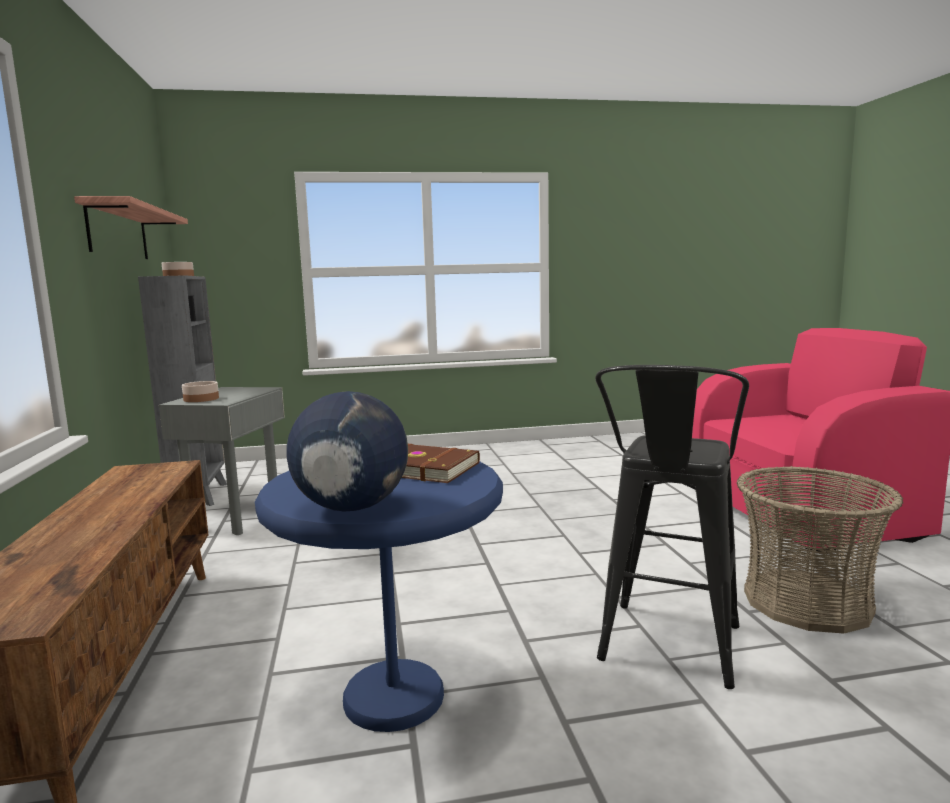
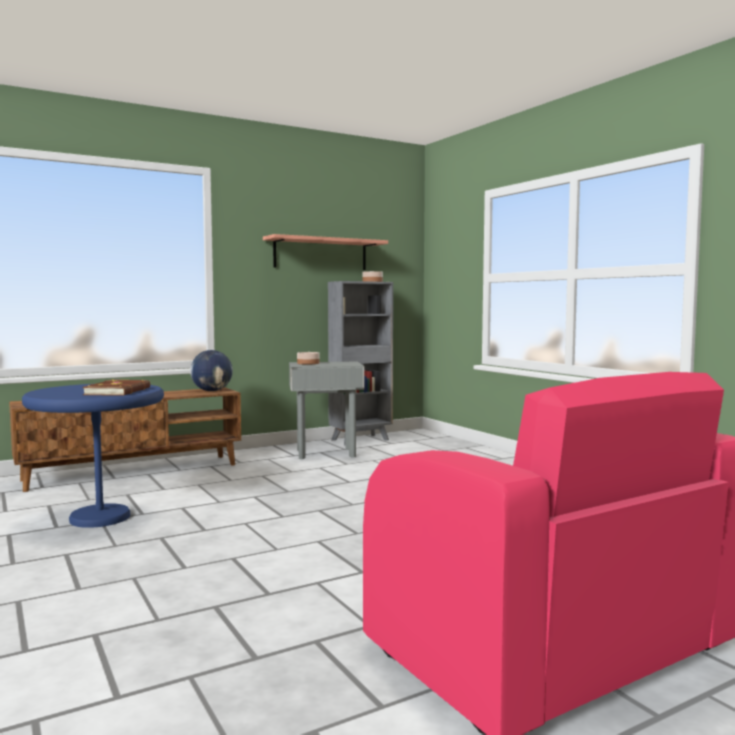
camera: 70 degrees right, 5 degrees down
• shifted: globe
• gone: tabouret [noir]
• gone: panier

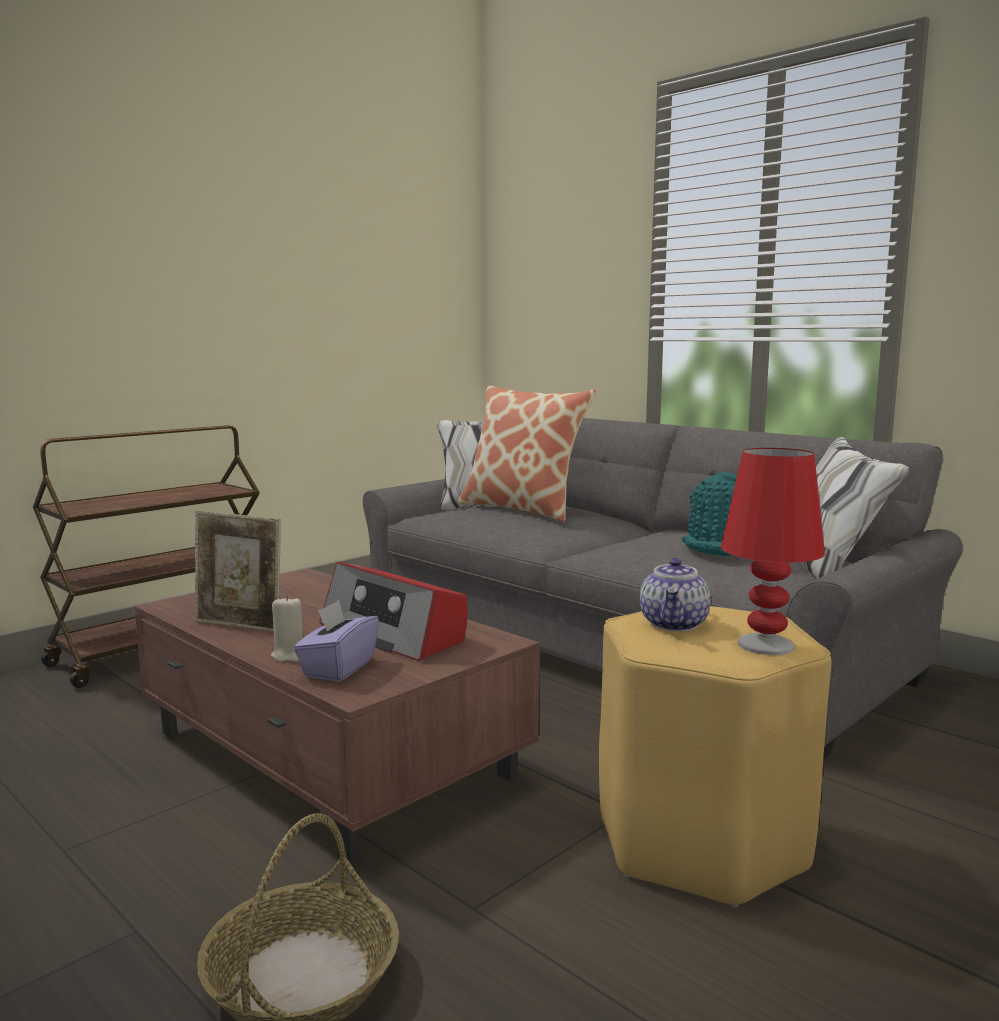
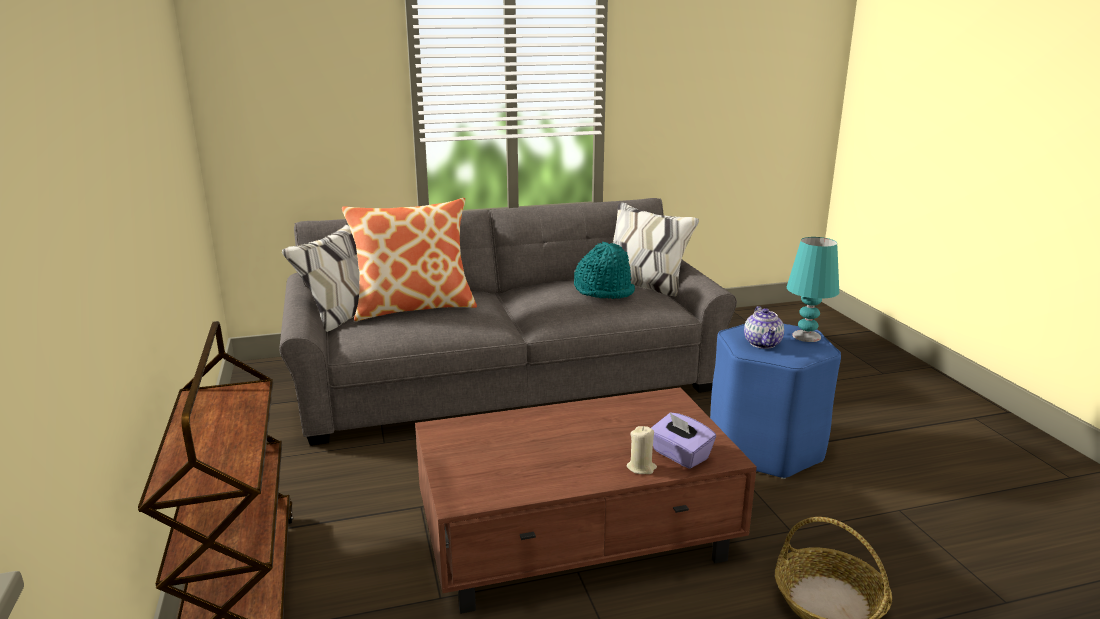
camera: 60 degrees left, 10 degrees up
• repainted: tabouret [jaune] to tabouret [bleu]
• rotated: théière 45 degrees clockwise
• repainted: lampe de table [rouge] to lampe de table [turquoise]
• gone: cadre photo
• gone: radio

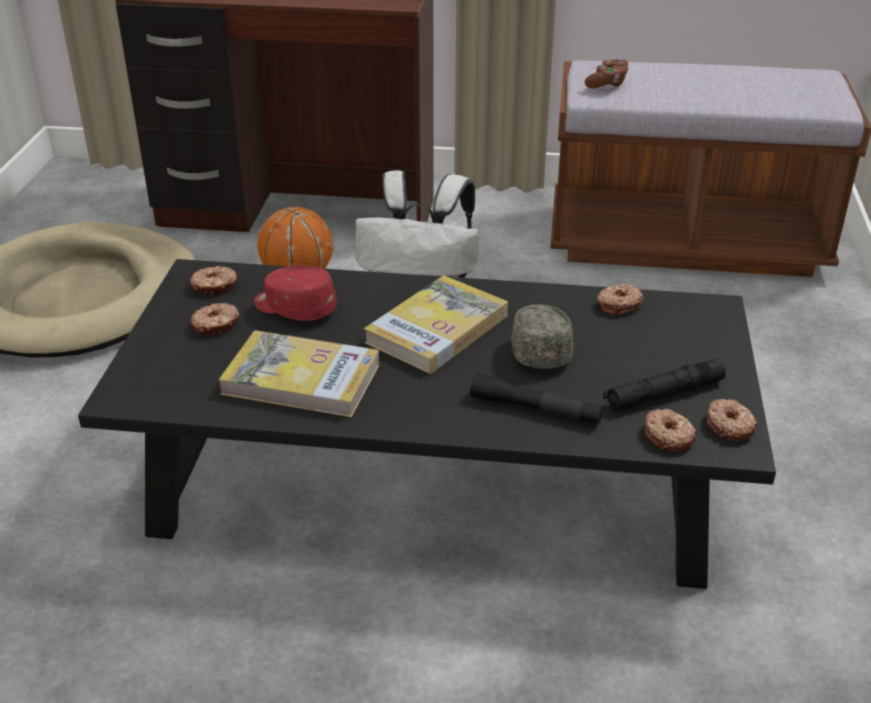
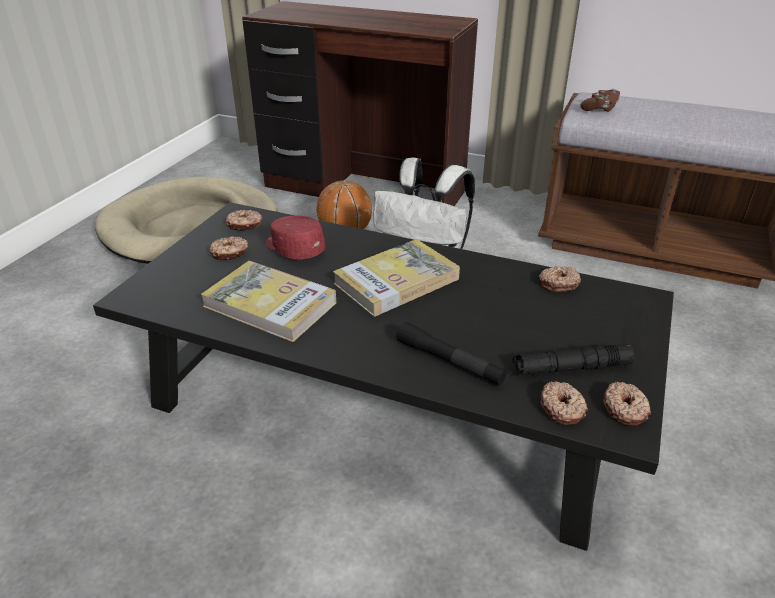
camera: 15 degrees right, 0 degrees up
• gone: casquette [gris]

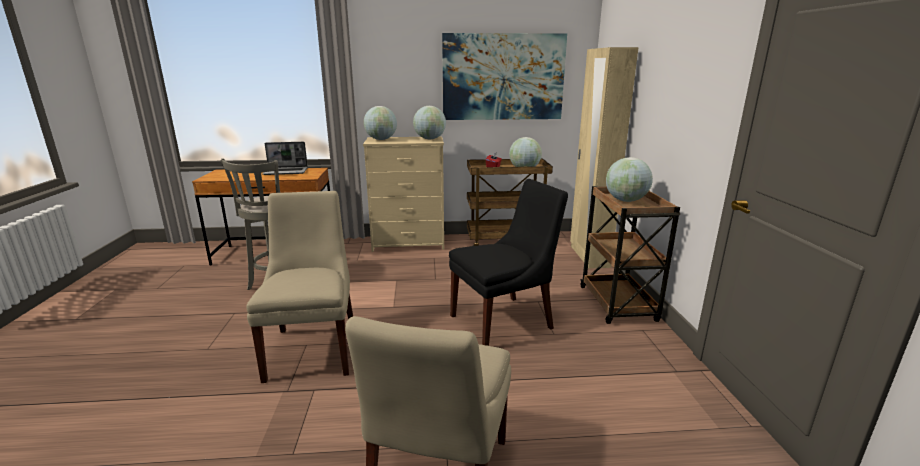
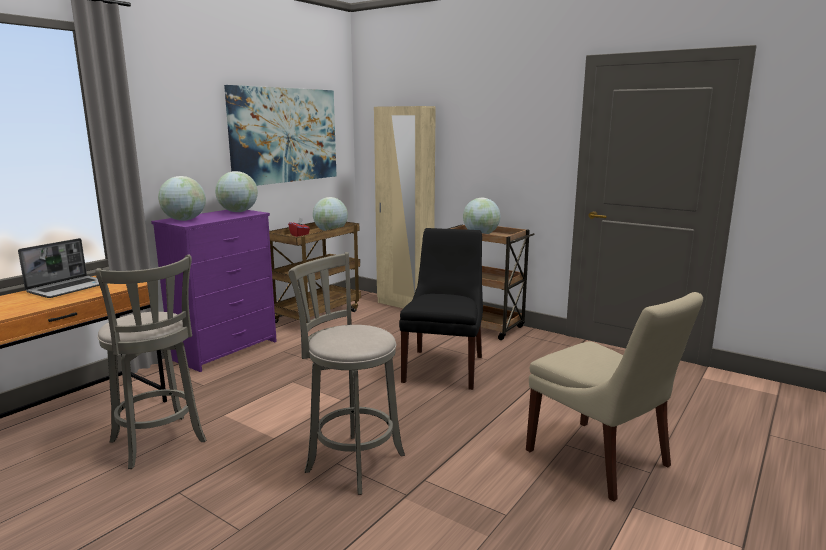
camera: 50 degrees left, 5 degrees down
• repainted: commode [beige] to commode [violet]
• swapped: chaise [beige] (no. 1 from left) to tabouret [gris] (no. 2 from left)

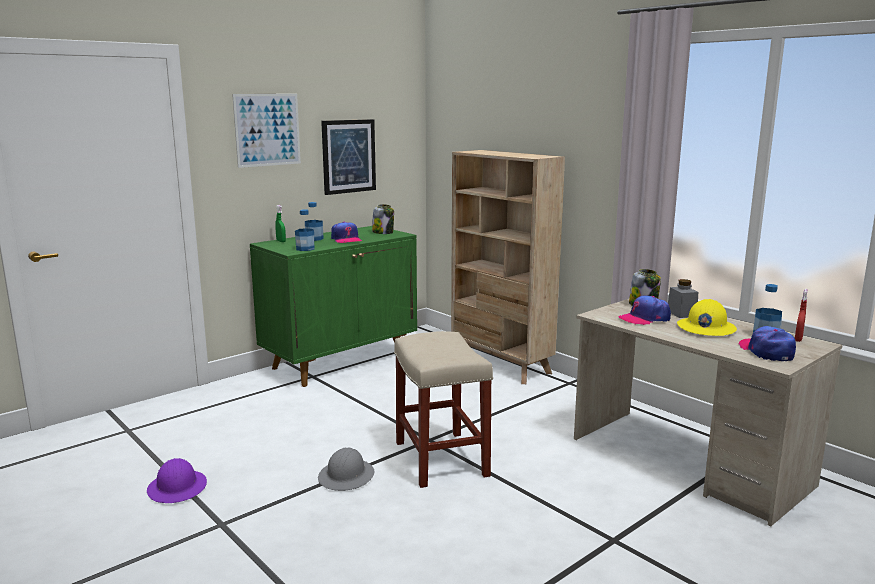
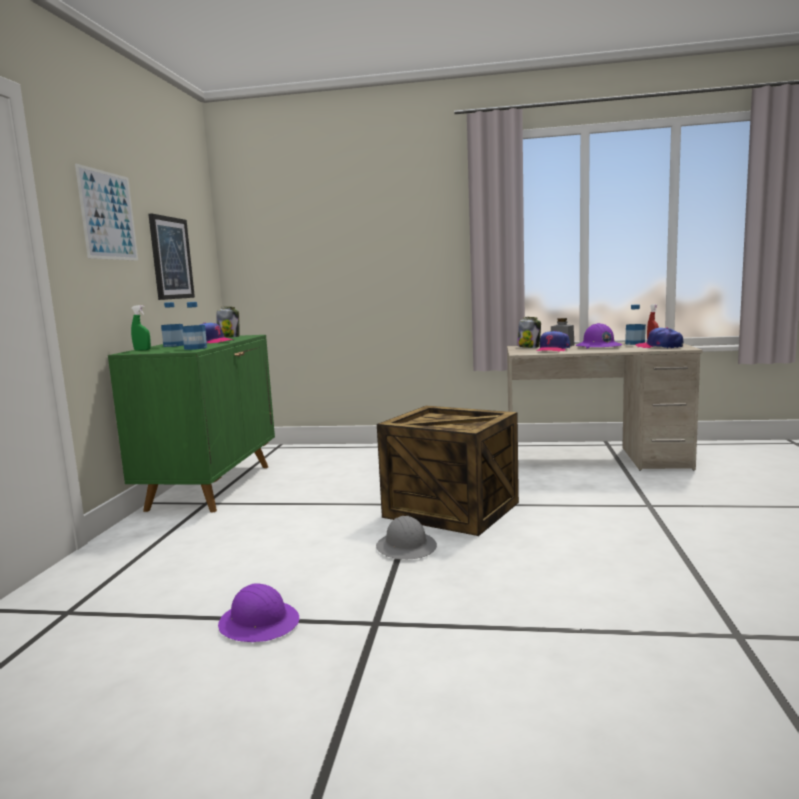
camera: 40 degrees left, 5 degrees down
• swapped: tabouret [beige] to caisse
• repainted: casque de chantier [jaune] to casque de chantier [violet] (no. 2 from left)
• gone: bibliothèque [beige]

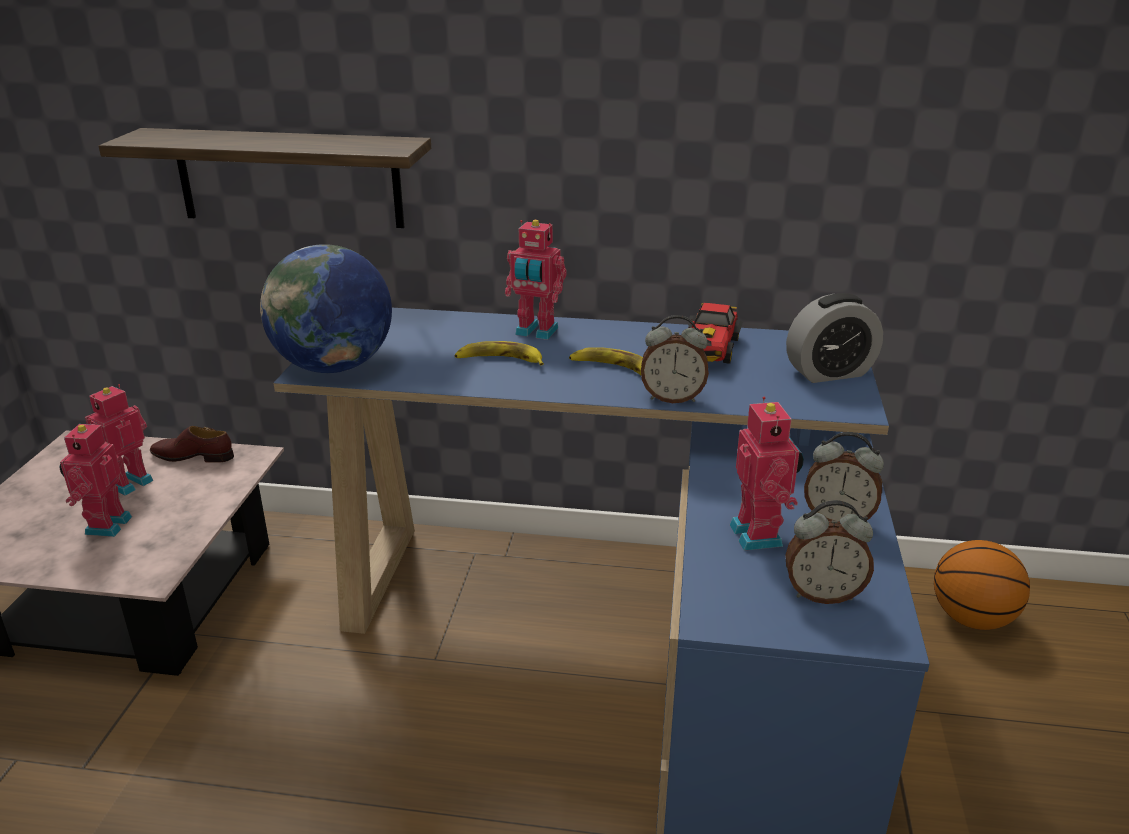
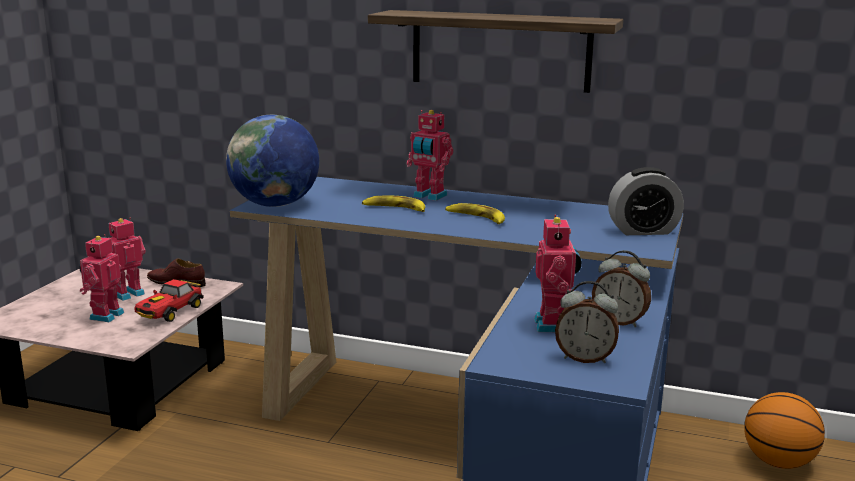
camera: 10 degrees right, 10 degrees down
• shifted: petite voiture
• shifted: étagère
• gone: réveil (no. 1 from left)

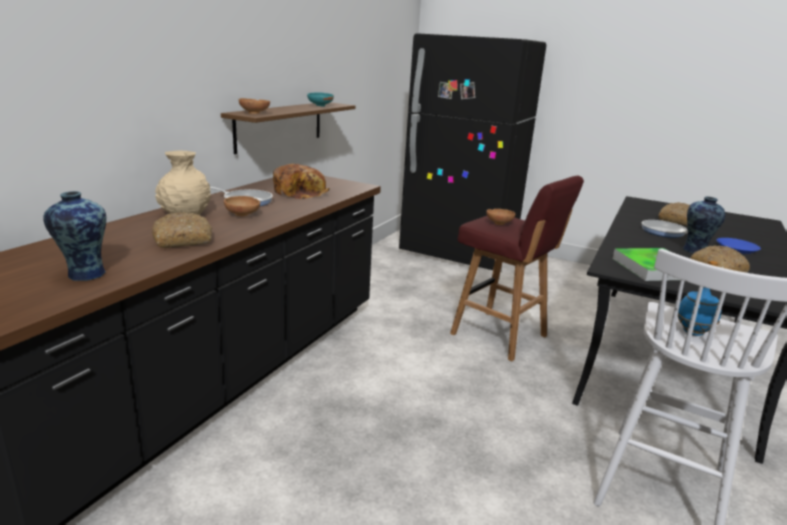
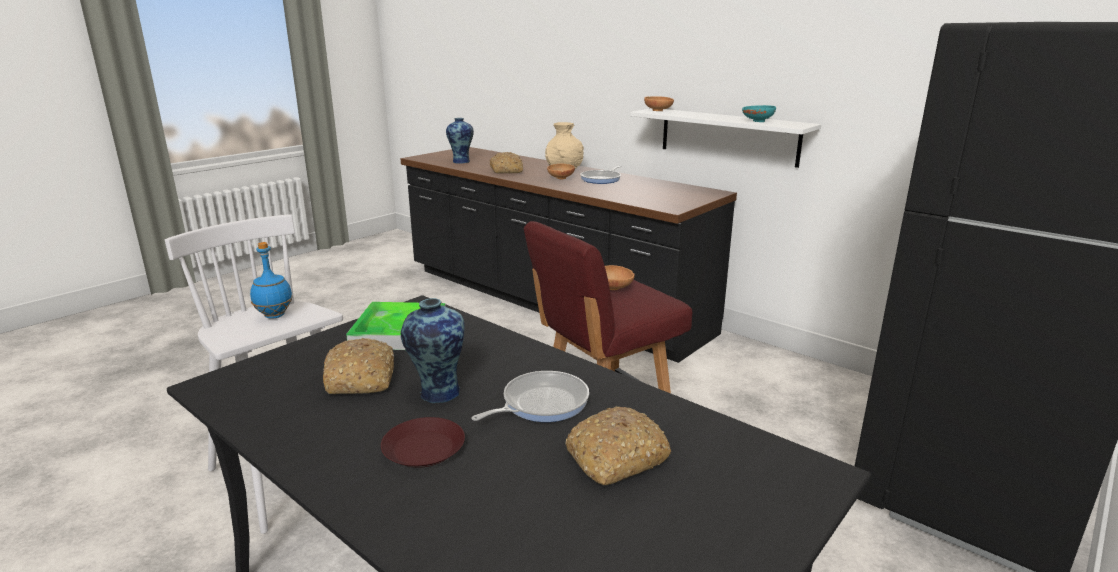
camera: 105 degrees right, 0 degrees up
• repainted: assiette [bleu] to assiette [marron]
• repainted: étagère [marron] to étagère [blanc]
• gone: pain (no. 2 from left)

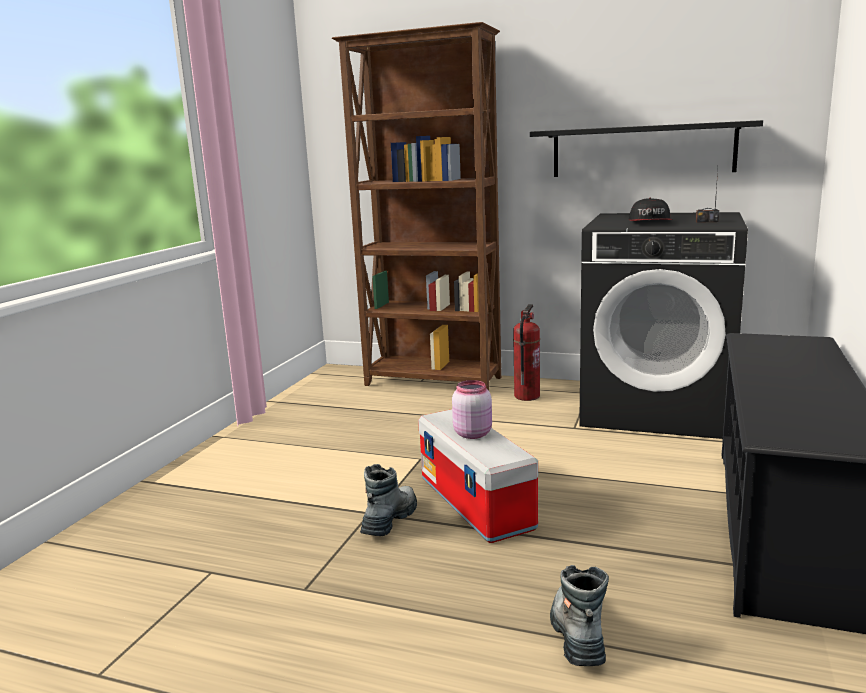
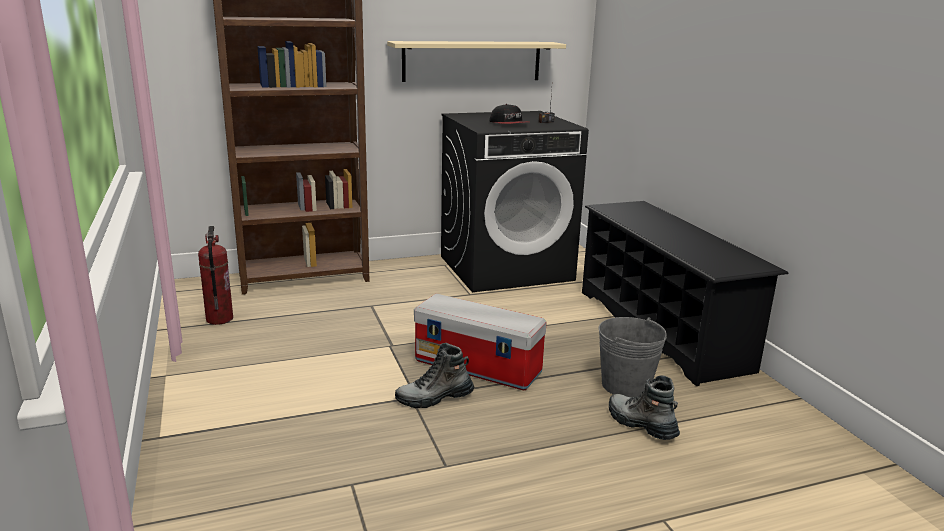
camera: 40 degrees left, 5 degrees up
• shifted: extincteur
• repainted: étagère [noir] to étagère [beige]
• rotated: botte (no. 1 from left) 90 degrees counterclockwise
• new: seau [gris]
• gone: bocal [rose]

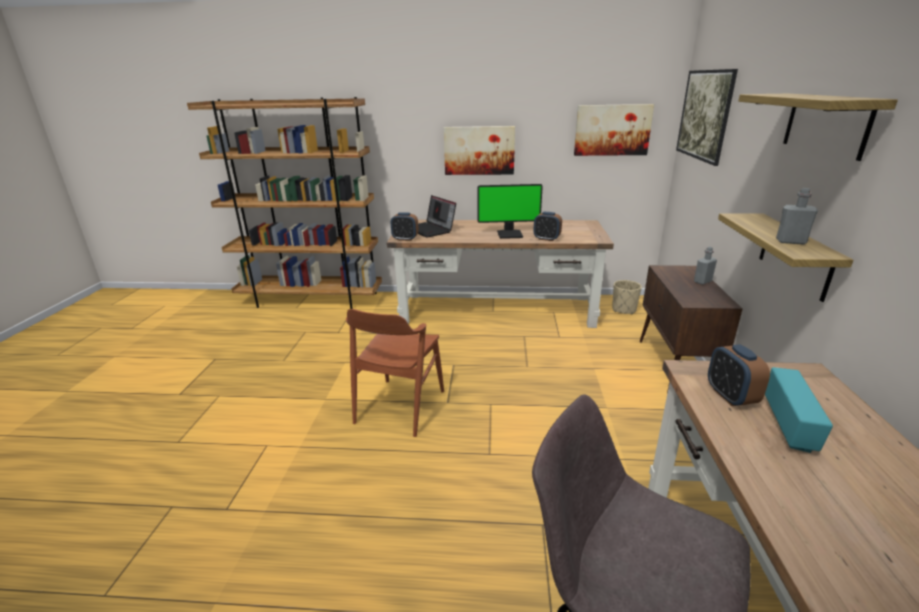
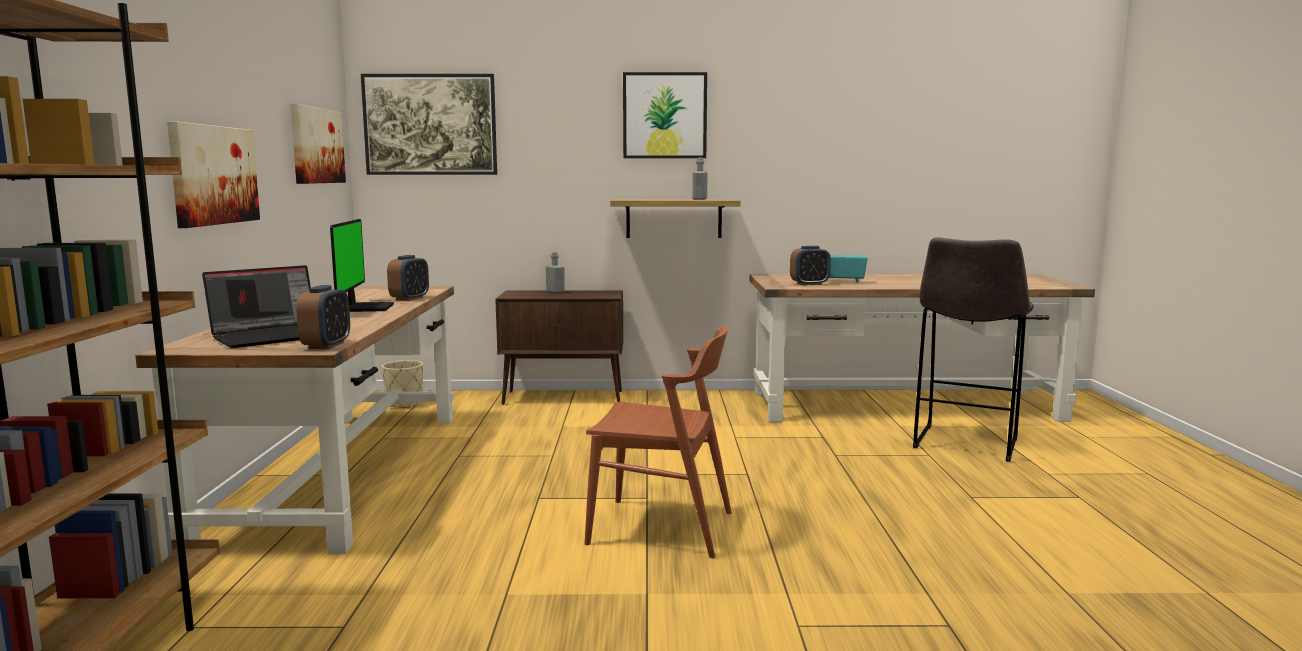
camera: 95 degrees left, 15 degrees down
• swapped: étagère (no. 2 from left) to tableau (no. 4 from left)

